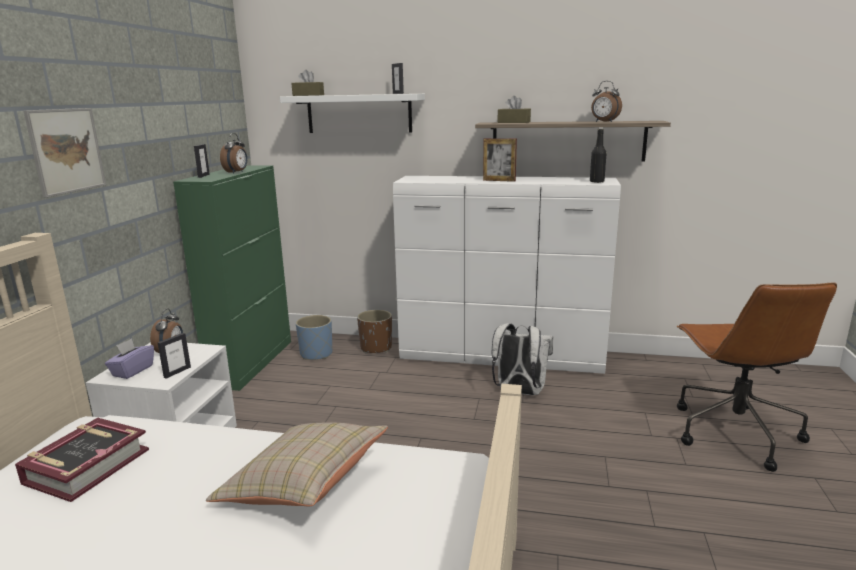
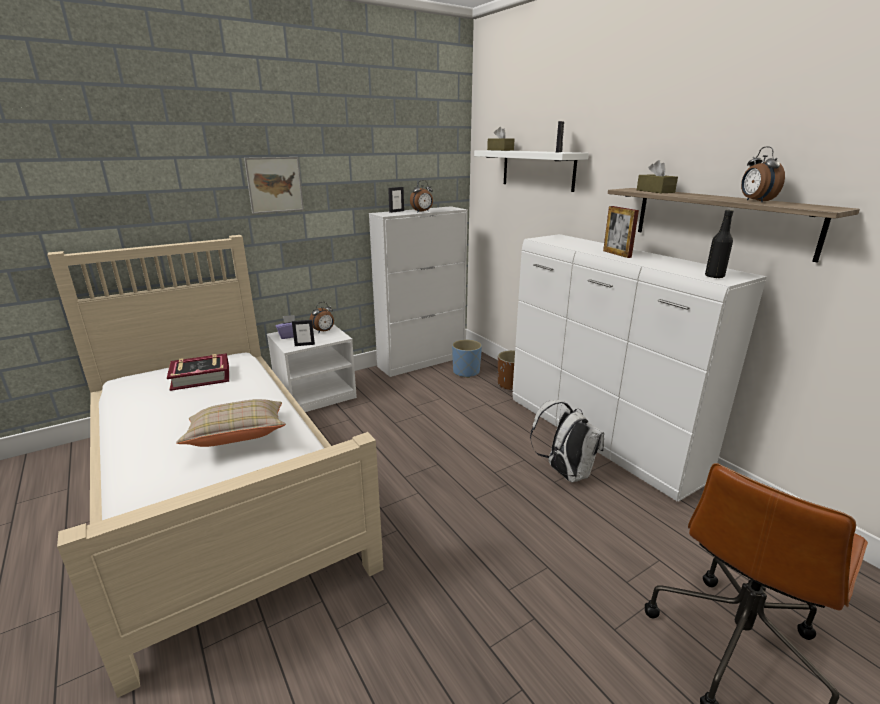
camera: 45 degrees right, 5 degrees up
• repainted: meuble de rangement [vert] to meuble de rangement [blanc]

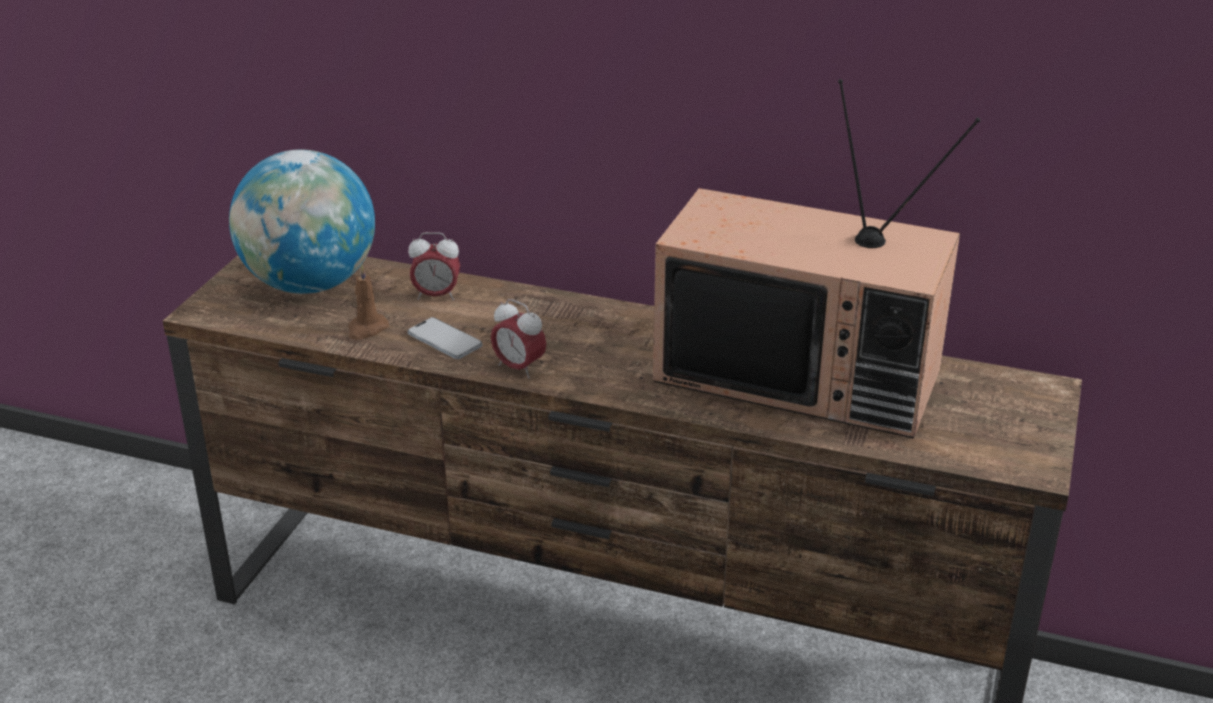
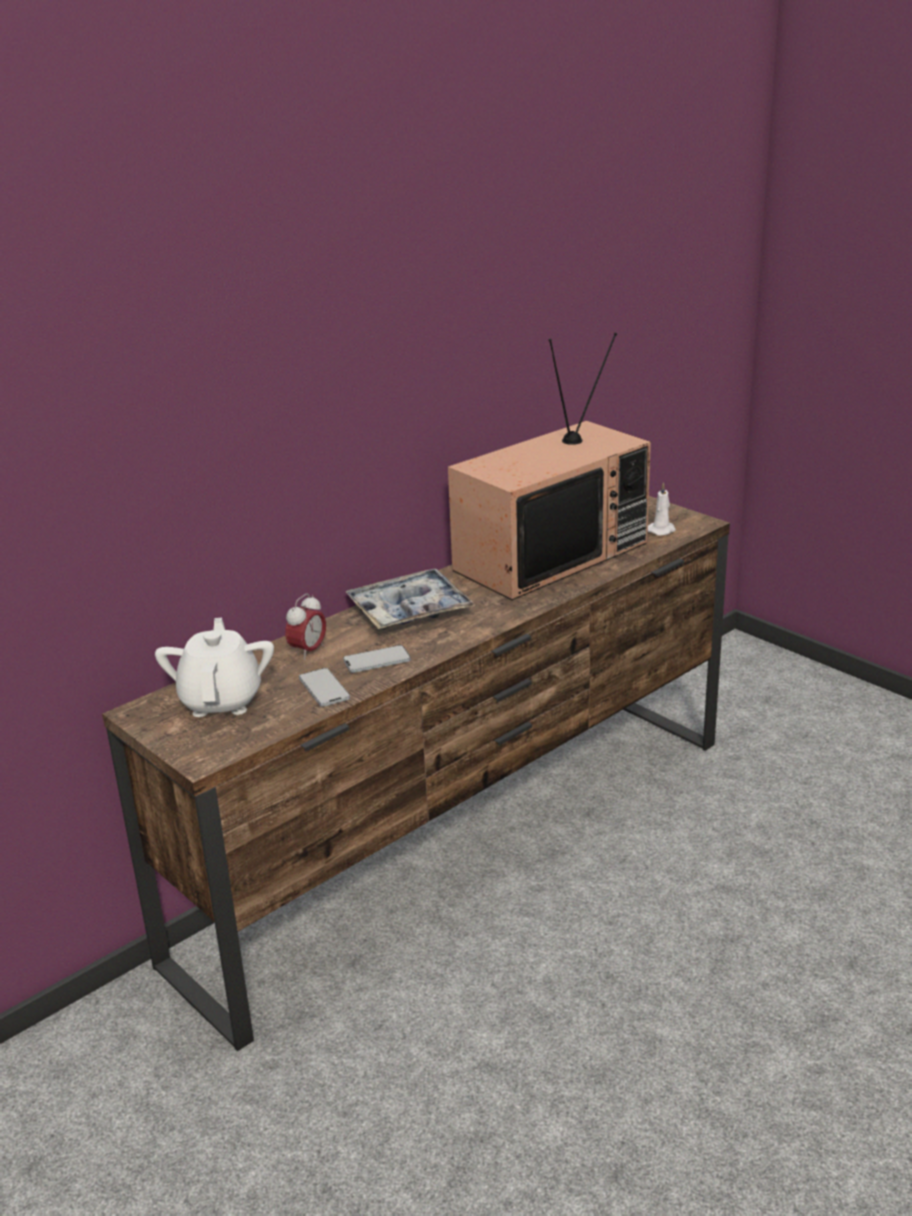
camera: 60 degrees left, 5 degrees down
• swapped: globe to théière [blanc]
• swapped: bougie [marron] to téléphone (no. 1 from left)
• new: plateau
• new: bougie [blanc]
• gone: réveil (no. 2 from left)

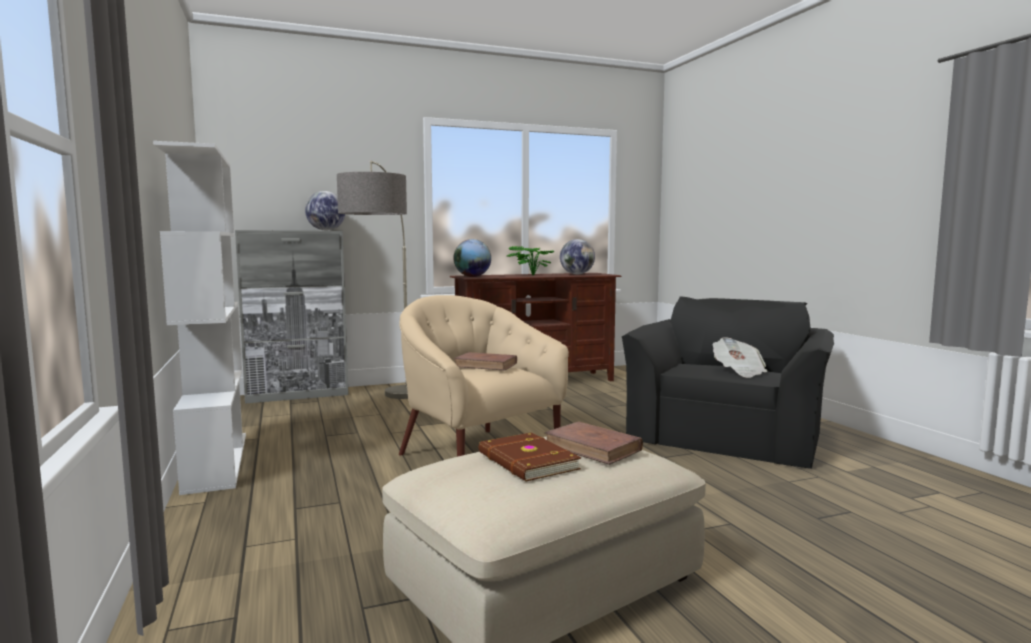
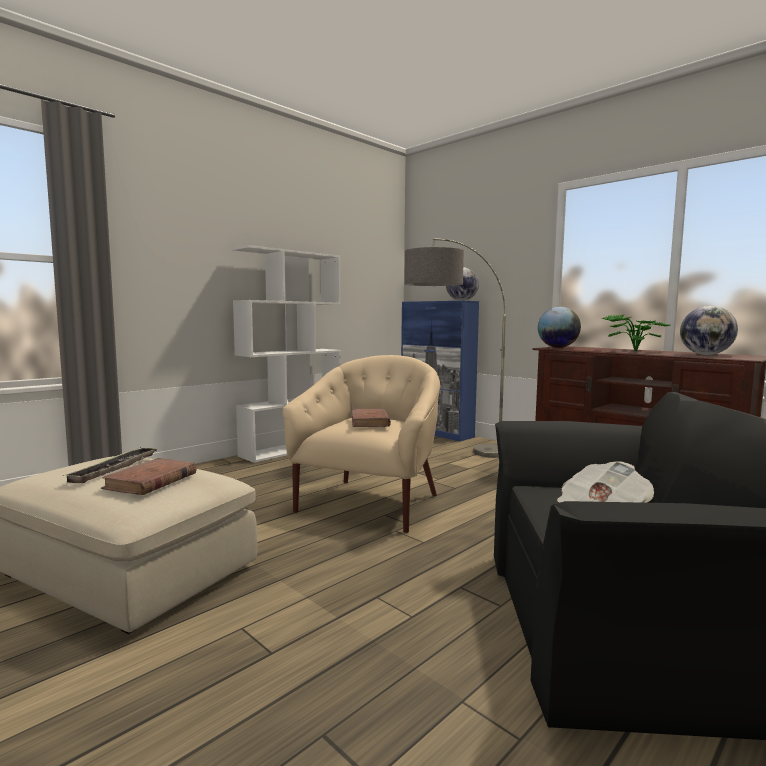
camera: 65 degrees right, 0 degrees up
• swapped: livre [marron] (no. 2 from left) to plateau
• repainted: meuble de rangement [gris] to meuble de rangement [bleu]

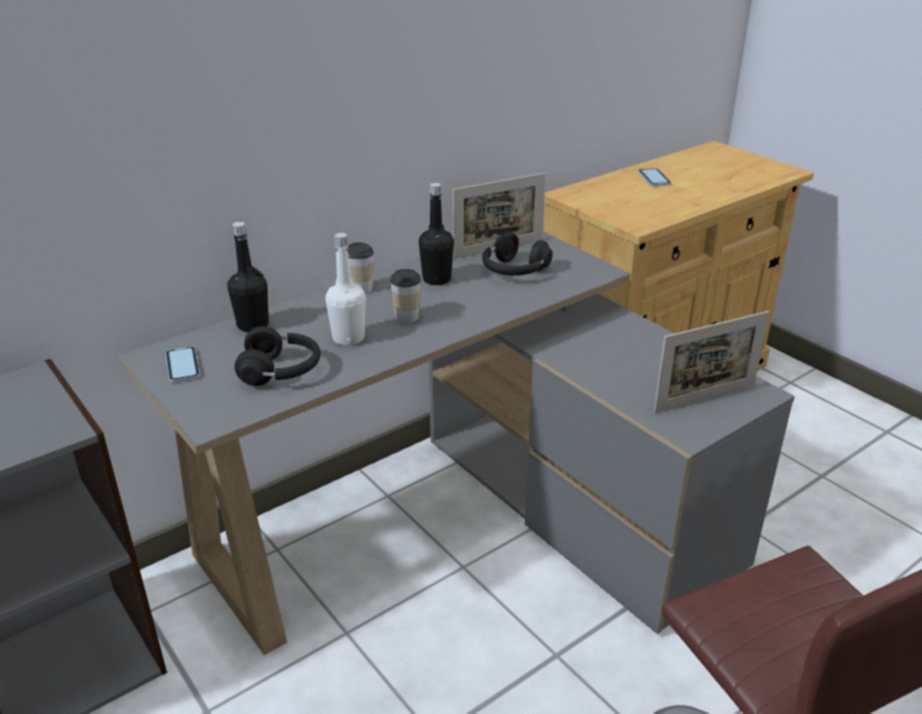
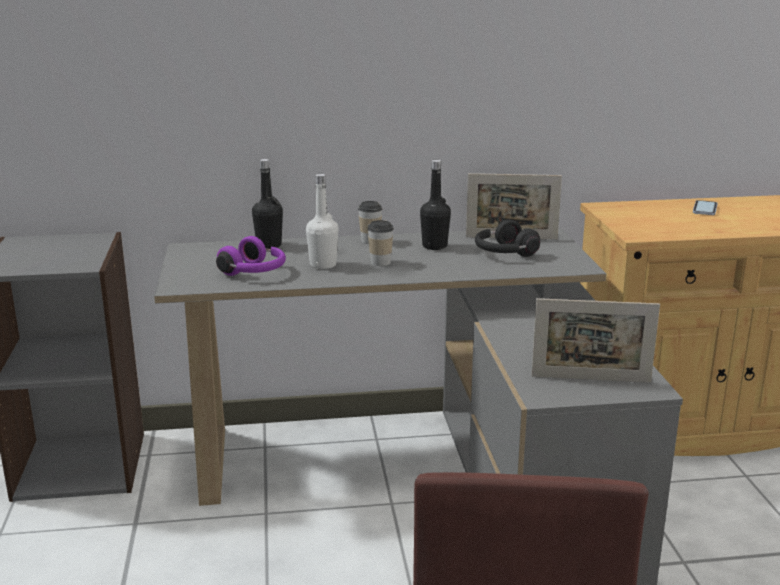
camera: 30 degrees right, 10 degrees down
• repainted: casque audio [noir] (no. 1 from left) to casque audio [violet]
• gone: téléphone (no. 1 from left)

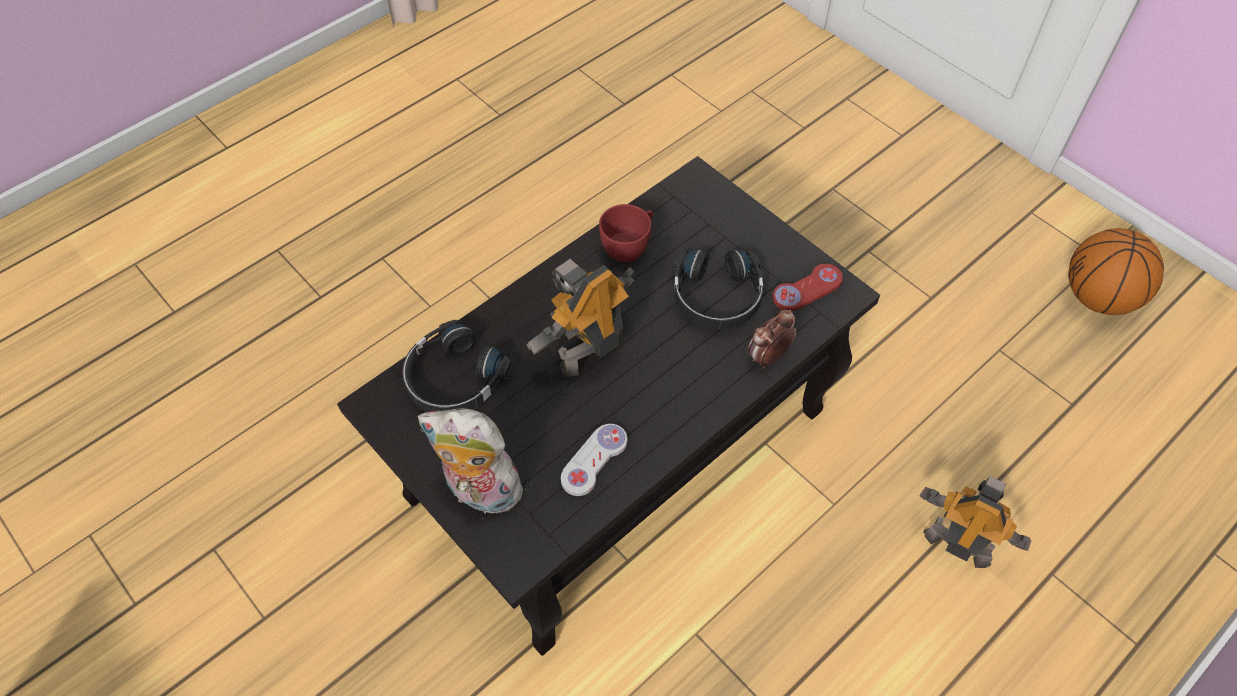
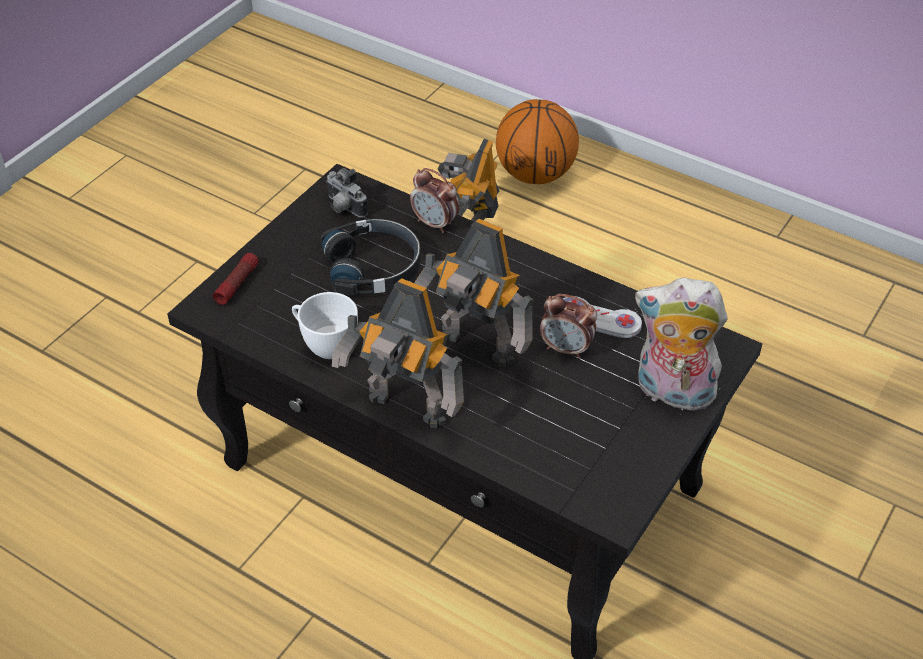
camera: 105 degrees left, 10 degrees down
• new: lampe de poche
• repainted: tasse [rouge] to tasse [blanc]
• swapped: manette [rouge] to appareil photo
• new: robot jouet (no. 1 from left)
• shifted: ballon de basket
• new: réveil (no. 2 from left)
• rotated: peluche 105 degrees clockwise
• gone: casque audio [noir] (no. 1 from left)

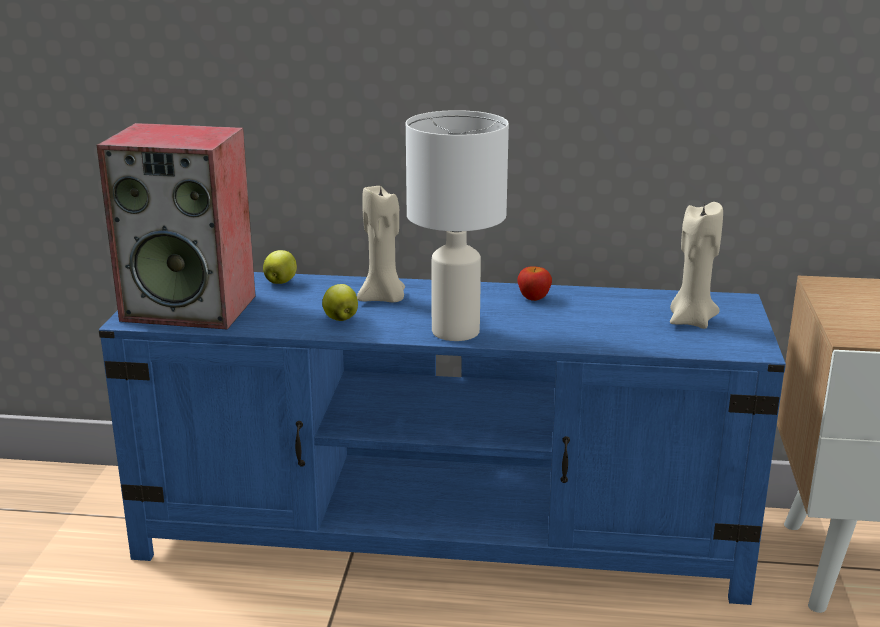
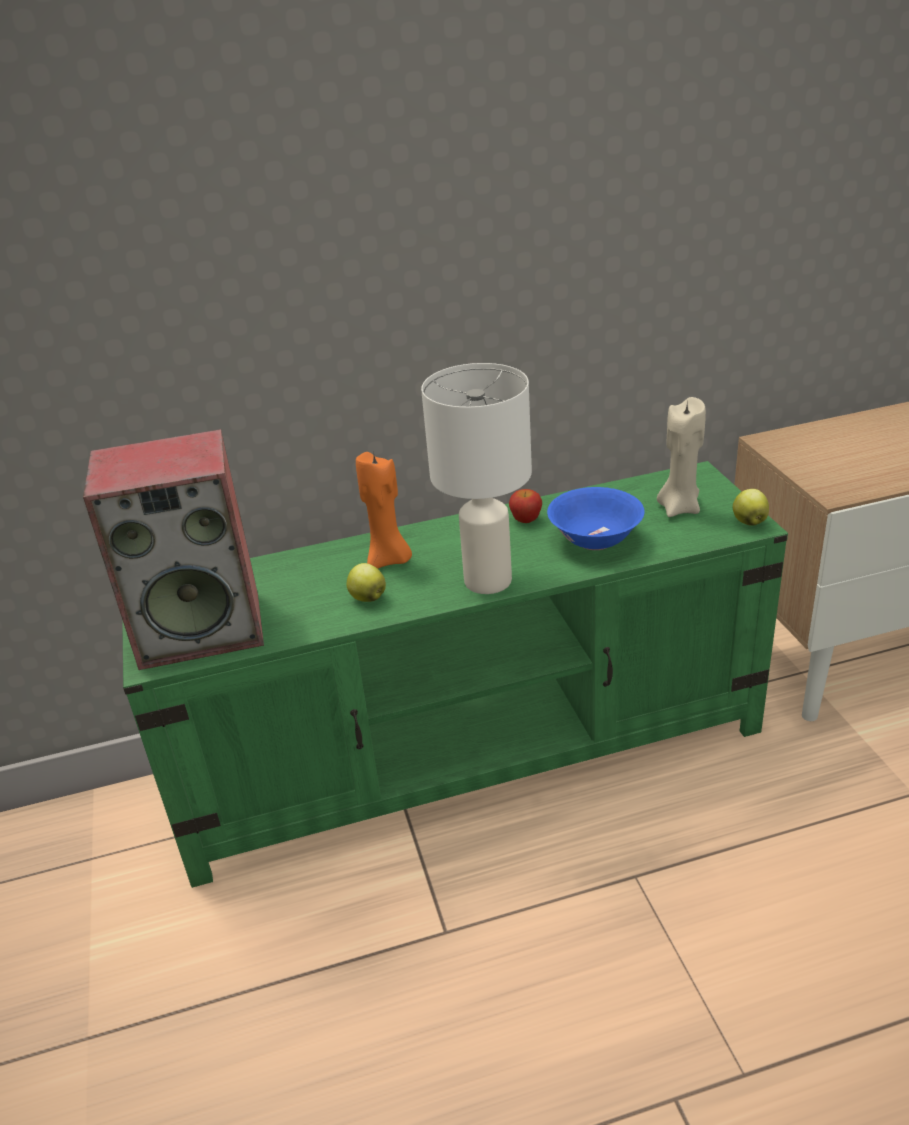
camera: 20 degrees left, 10 degrees up
• repainted: meuble télé [bleu] to meuble télé [vert]
• repainted: bougie [beige] (no. 1 from left) to bougie [orange]
• new: bol [bleu]
• shifted: pomme (no. 1 from left in the first image) to pomme (no. 3 from left)

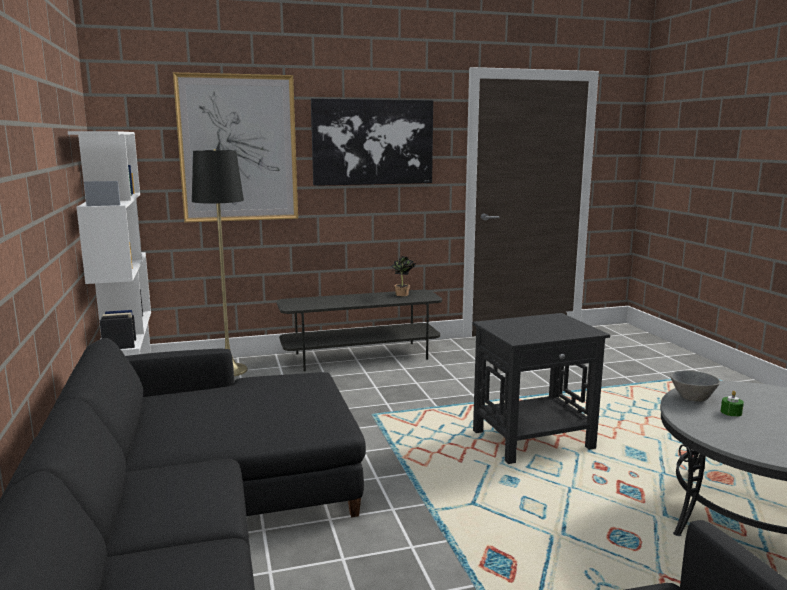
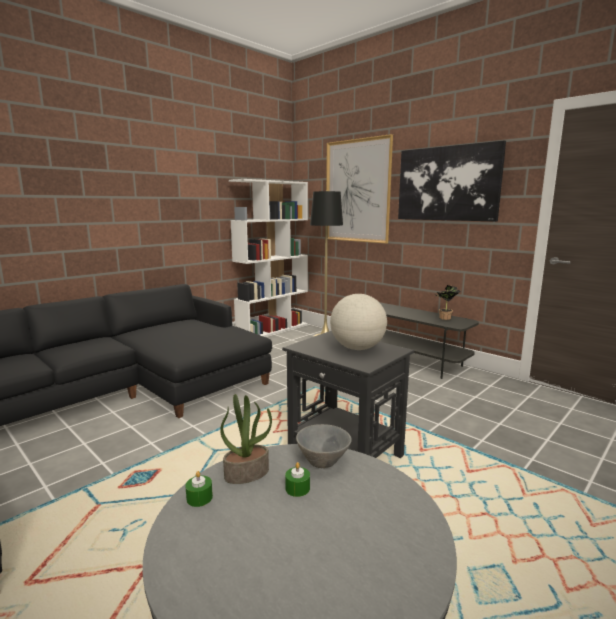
camera: 60 degrees right, 0 degrees up
• new: bougie [vert] (no. 1 from left)
• new: plante en pot (no. 1 from left)
• new: globe

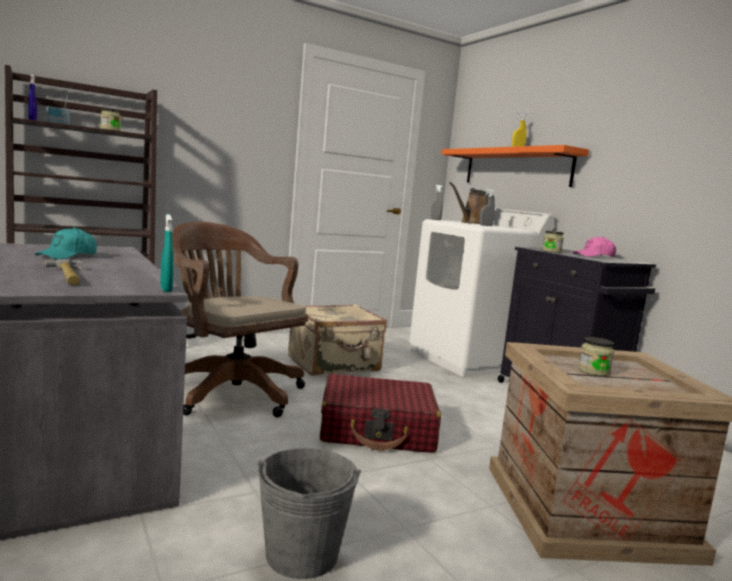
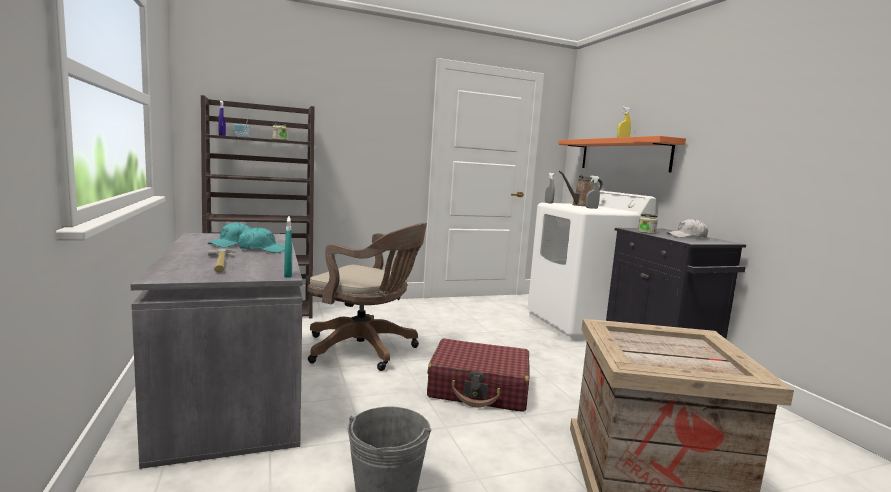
camera: 10 degrees right, 0 degrees up
• new: casquette [turquoise] (no. 2 from left)
• rotated: chaise de bureau [marron] 150 degrees clockwise
• repainted: casquette [rose] to casquette [blanc]
• gone: valise [beige]
• gone: bocal (no. 3 from left)

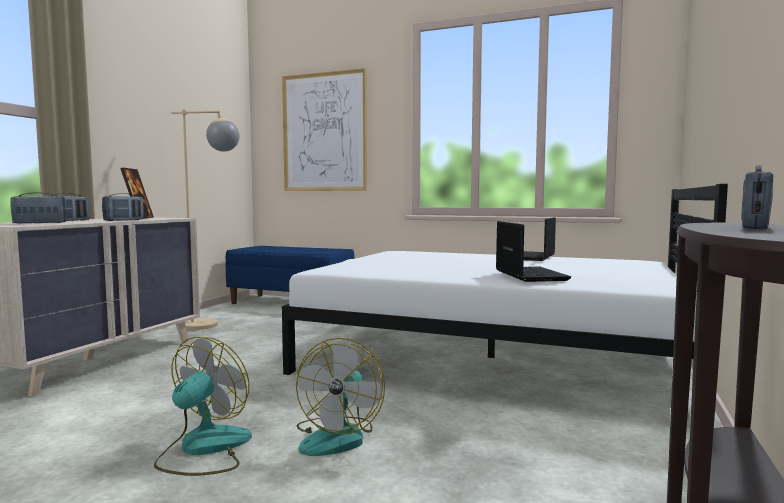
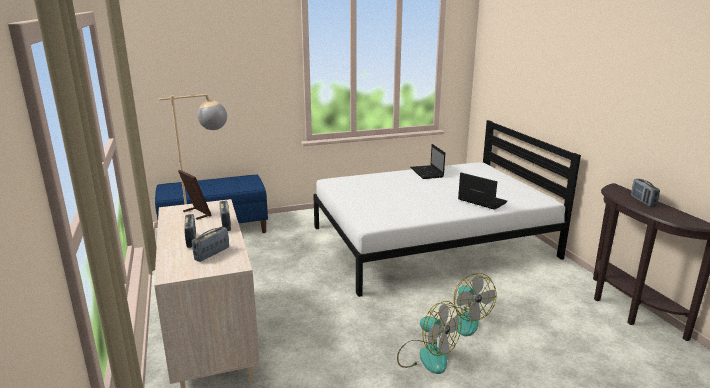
camera: 40 degrees left, 15 degrees up
• rotated: ventilateur (no. 1 from left) 150 degrees clockwise
• gone: tableau

